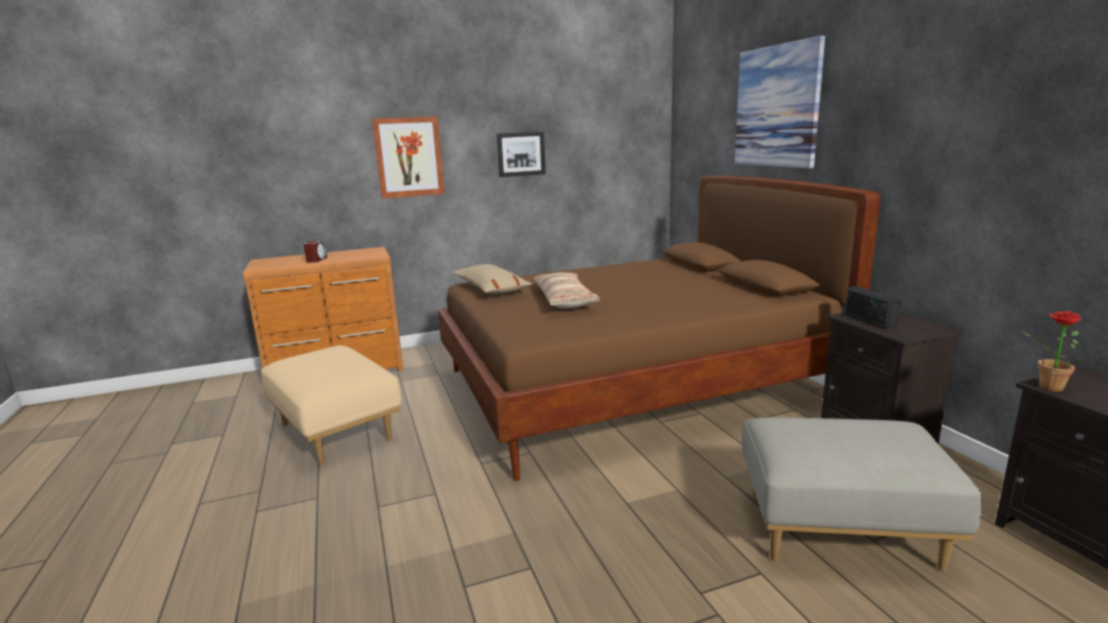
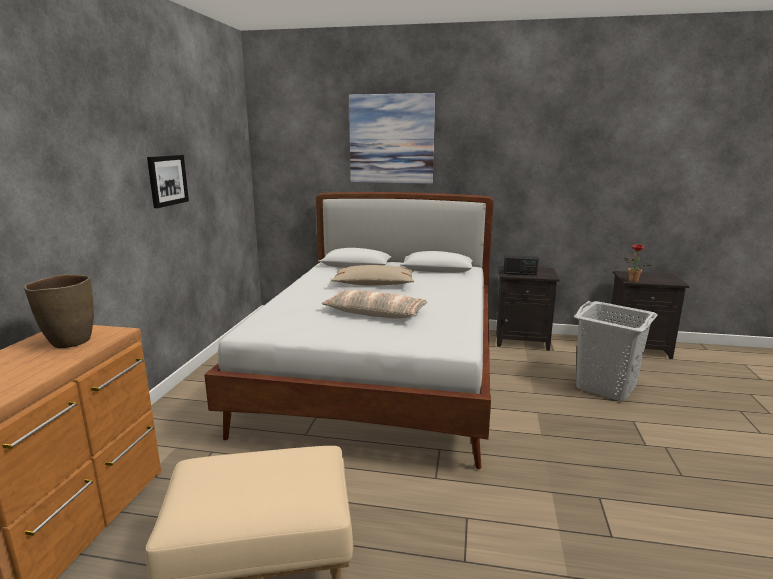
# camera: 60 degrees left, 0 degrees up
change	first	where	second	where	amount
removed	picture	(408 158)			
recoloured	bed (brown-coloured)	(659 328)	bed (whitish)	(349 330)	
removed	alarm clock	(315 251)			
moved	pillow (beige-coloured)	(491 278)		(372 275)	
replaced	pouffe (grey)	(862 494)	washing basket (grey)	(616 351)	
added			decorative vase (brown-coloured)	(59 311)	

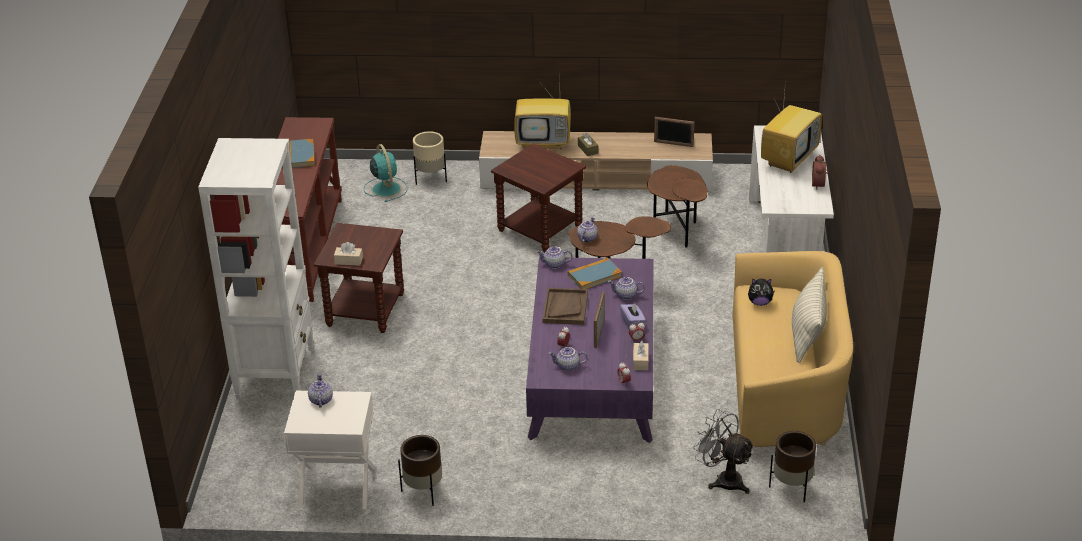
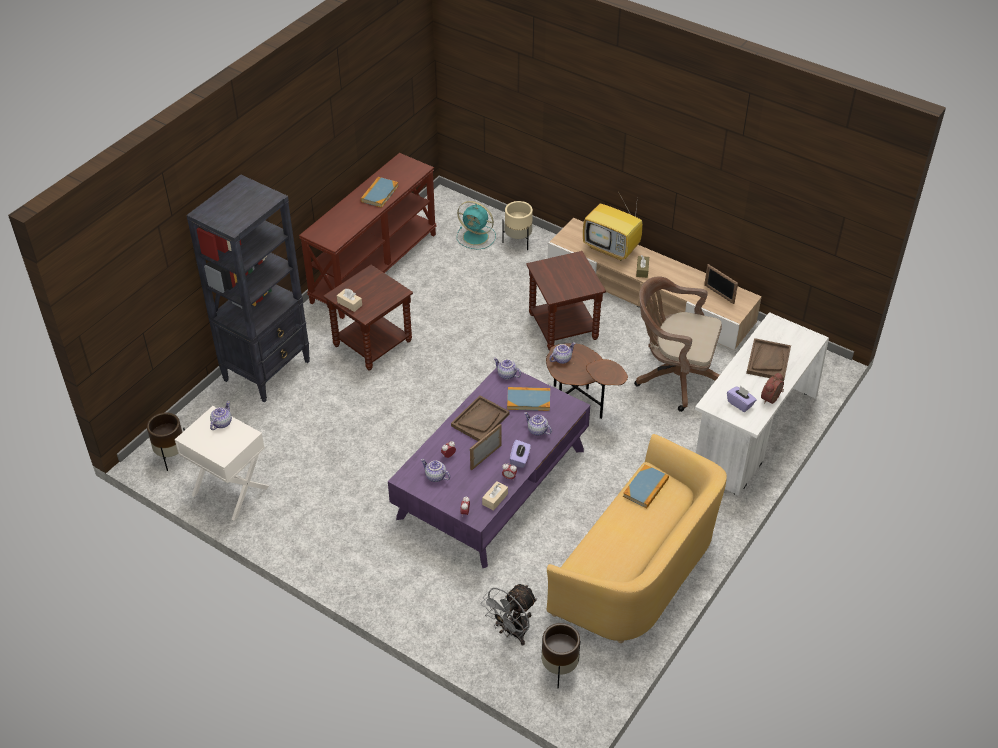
# camera: 30 degrees right, 10 degrees up
change	first	where	second	where	amount
replaced	TV	(791 126)	tray (brown-coloured)	(768 359)	
recoloured	bookshelf (whitish)	(256 268)	bookshelf (black-coloured)	(248 289)	
turned	electric fan (turquoise)	(385 173)		(476 225)	105 degrees clockwise
replaced	side table (brown-coloured)	(677 206)	desk chair (brown-coloured)	(678 344)	
removed	pillow	(809 315)			
replaced	plush toy	(761 292)	bound book	(646 486)	
turned	electric fan (grey)	(724 451)		(509 615)	120 degrees counterclockwise
moved	plant pot (brown-coloured)	(420 470)		(166 441)	
added			tissue box (purple-coloured)	(742 399)	

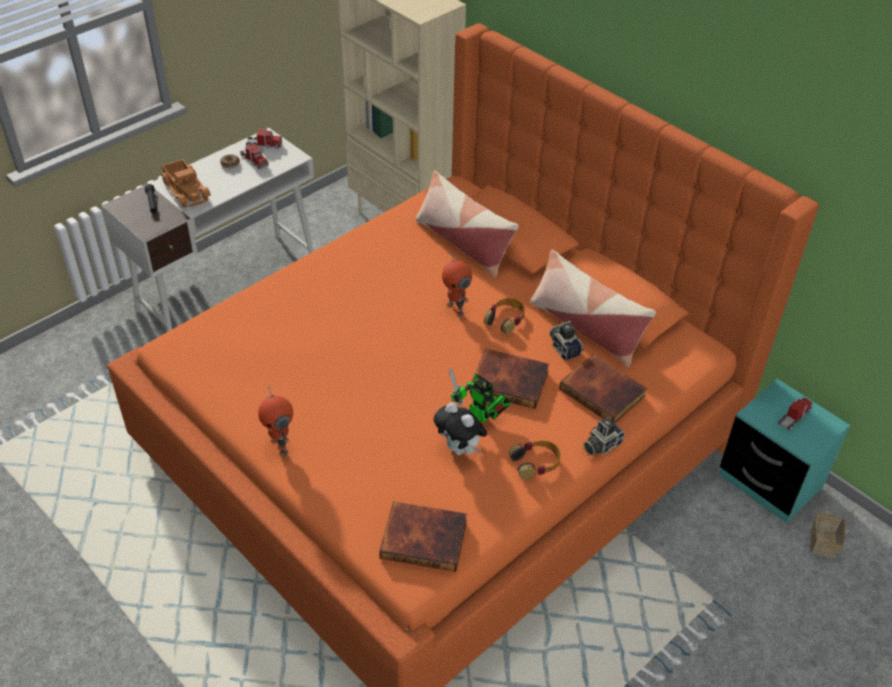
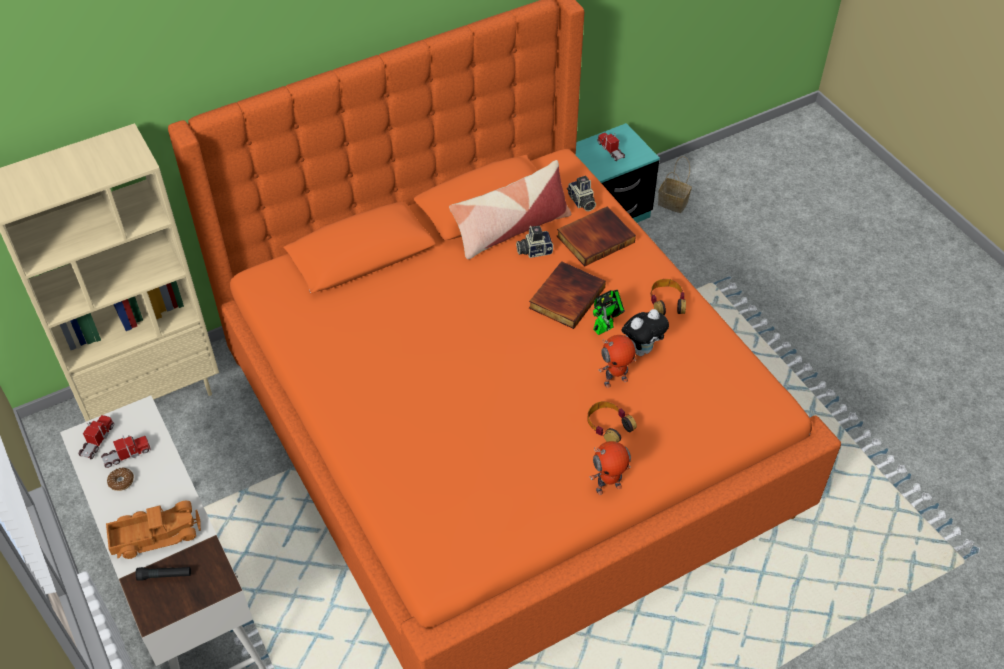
# camera: 75 degrees left, 5 degrees up
change	first	where	second	where	amount
removed	pillow	(467 224)			
moved	robot figure	(457 283)		(617 361)	
moved	pair of headphones	(504 316)		(612 421)	
moved	photo camera	(604 436)		(581 193)	
removed	bound book	(423 536)			

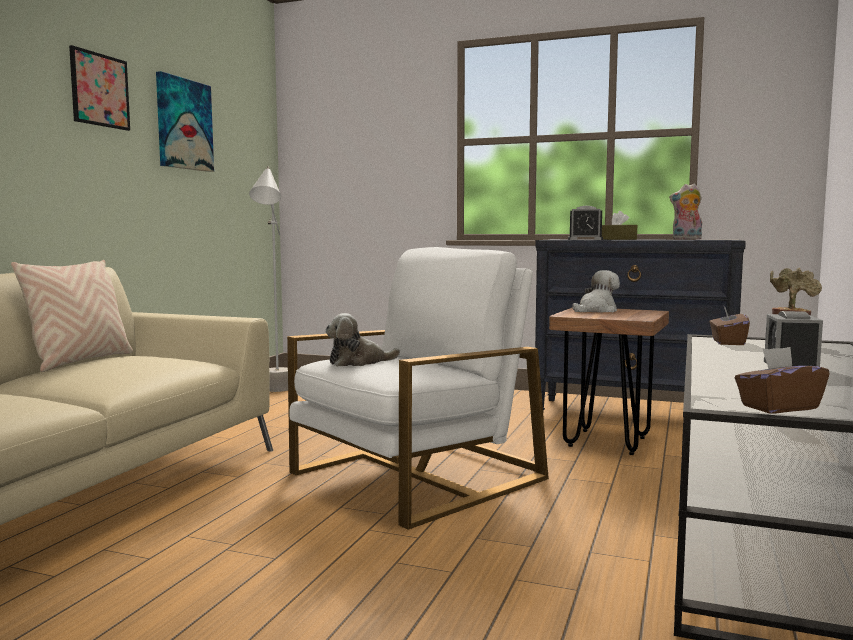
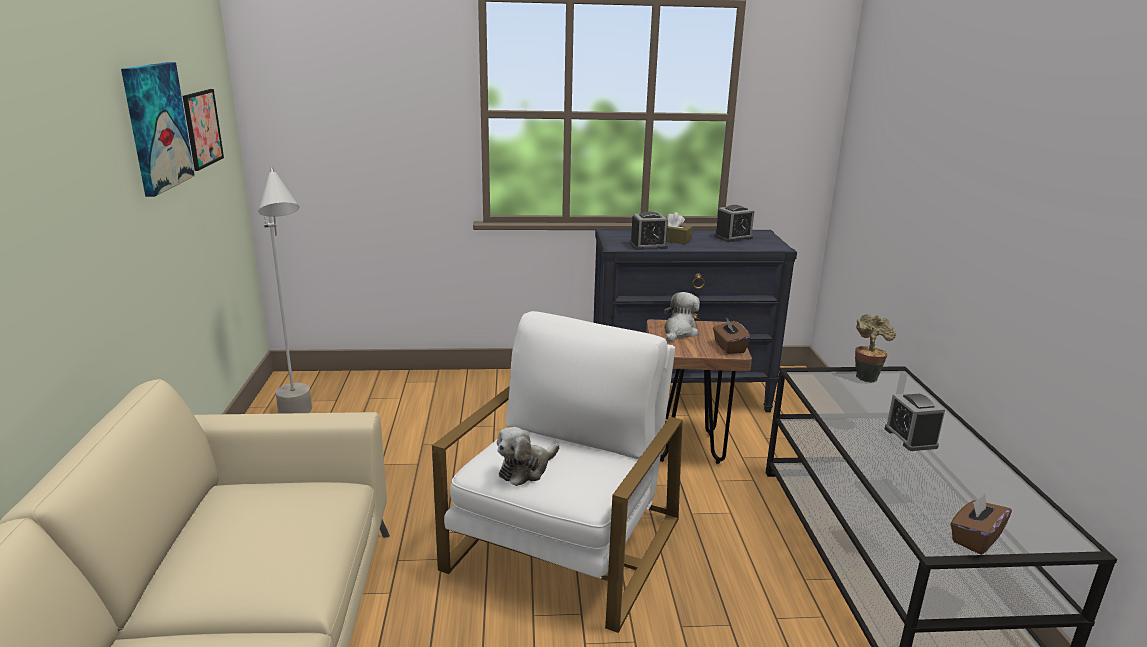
# camera: 25 degrees left, 15 degrees up
change	first	where	second	where	amount
moved	picture	(99 88)		(203 130)	
replaced	plush toy	(685 212)	alarm clock	(734 223)	
removed	pillow (beige-coloured)	(72 316)			
moved	tissue box (brown-coloured)	(730 325)		(731 336)	

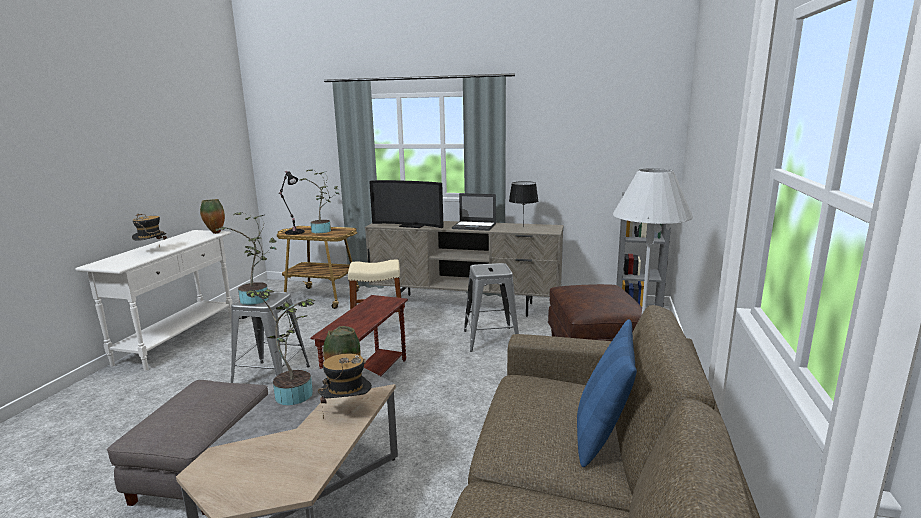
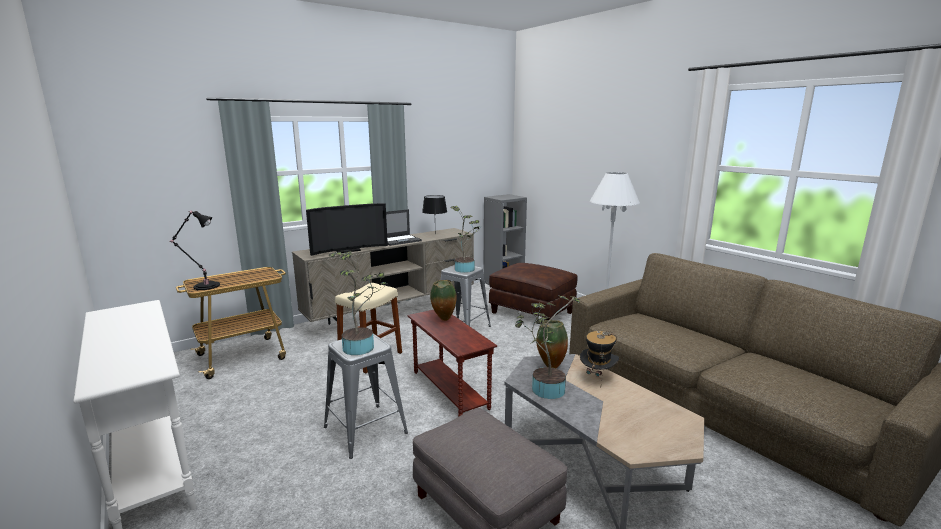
# camera: 50 degrees left, 0 degrees up
change	first	where	second	where	amount
moved	houseplant	(319 201)		(464 239)	
moved	decorative vase	(212 216)		(443 300)	
removed	hat	(149 230)			
removed	pillow (bluish)	(607 393)			

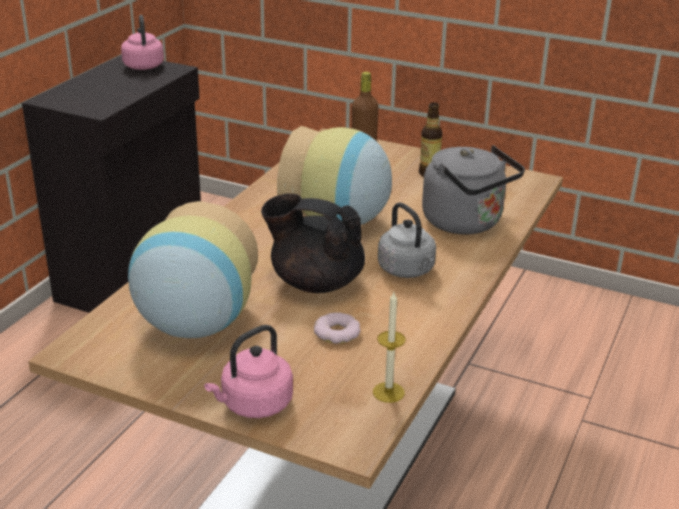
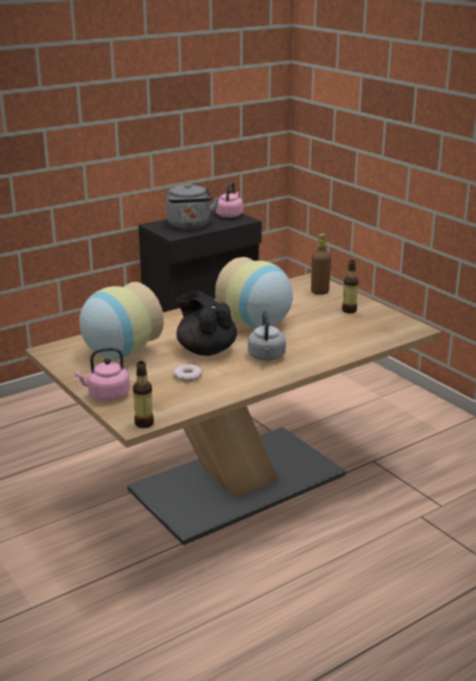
# camera: 30 degrees right, 5 degrees down
change	first	where	second	where	amount
moved	water kettle (grey)	(473 190)		(192 206)	
removed	wax light	(389 347)			
added			bottle	(143 394)	

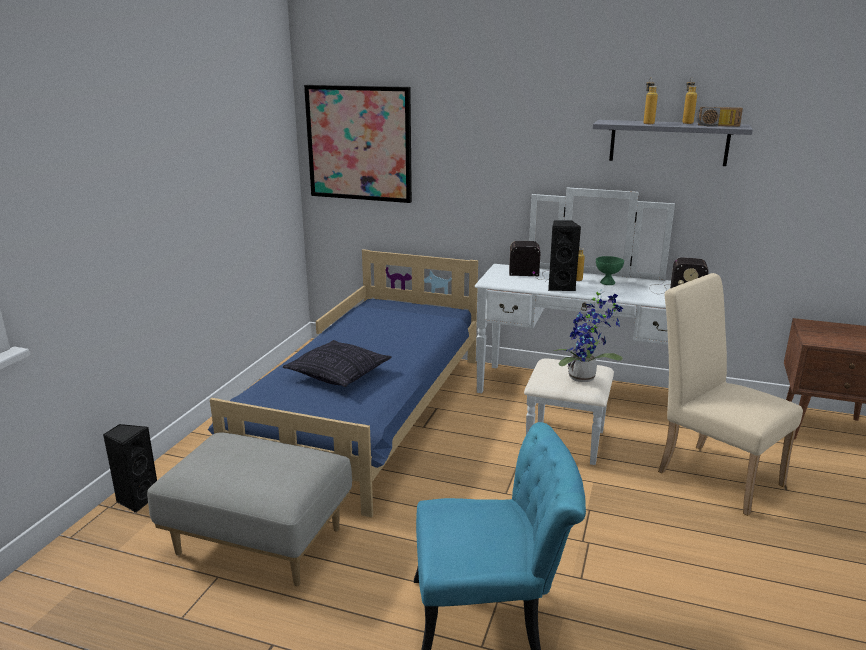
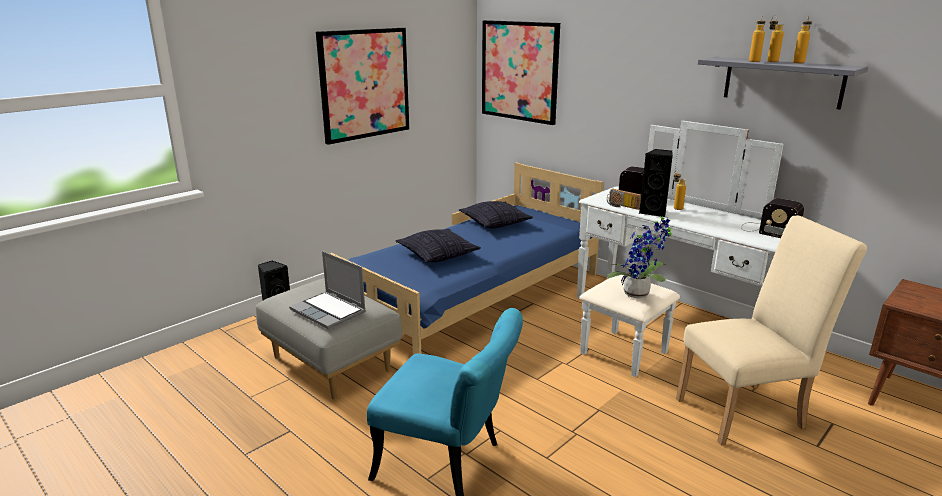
# camera: 25 degrees right, 0 degrees up
change	first	where	second	where	amount
moved	radio set	(719 117)		(624 199)	
removed	bowl (greenish)	(610 270)			
turned	upright chair (beige-coloured)	(730 394)		(771 331)	90 degrees clockwise
added			bottle	(775 39)	
added			picture	(362 86)	
added			pillow	(495 214)	
added			notebook computer	(327 290)	

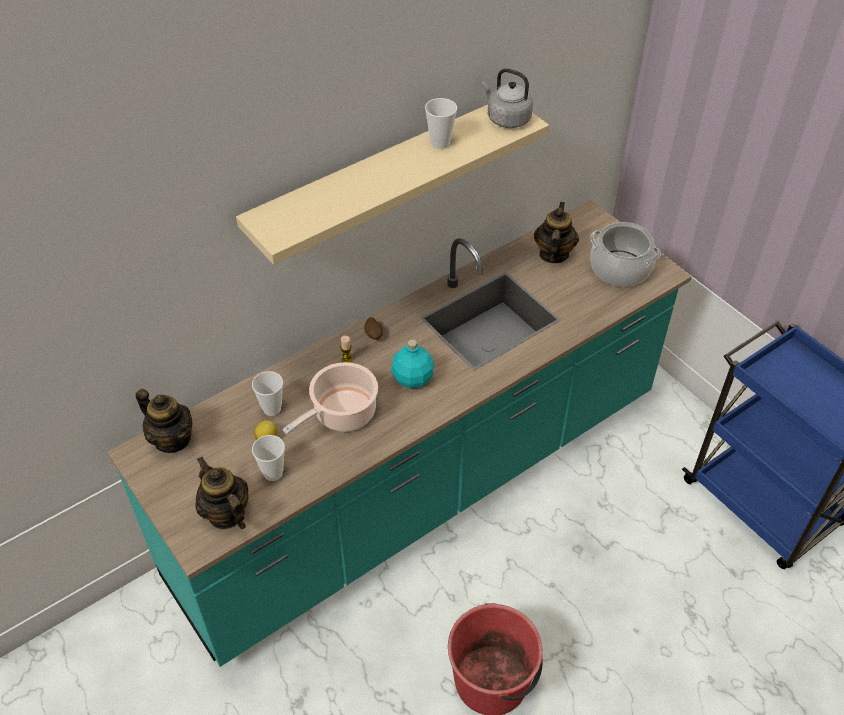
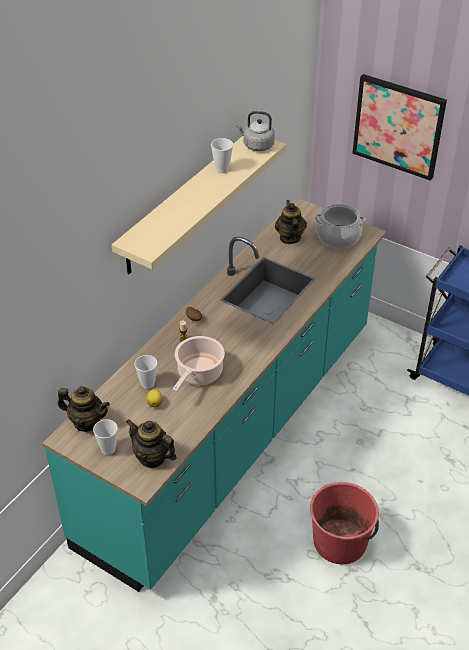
# camera: 20 degrees left, 5 degrees down
change	first	where	second	where	amount
removed	bottle (turquoise)	(412 364)			
moved	cup	(268 458)		(105 437)	
added			picture	(399 127)	

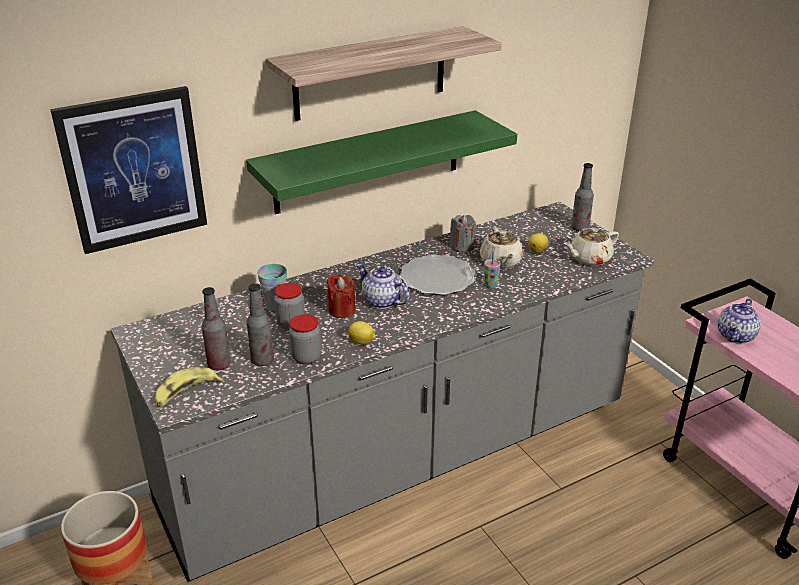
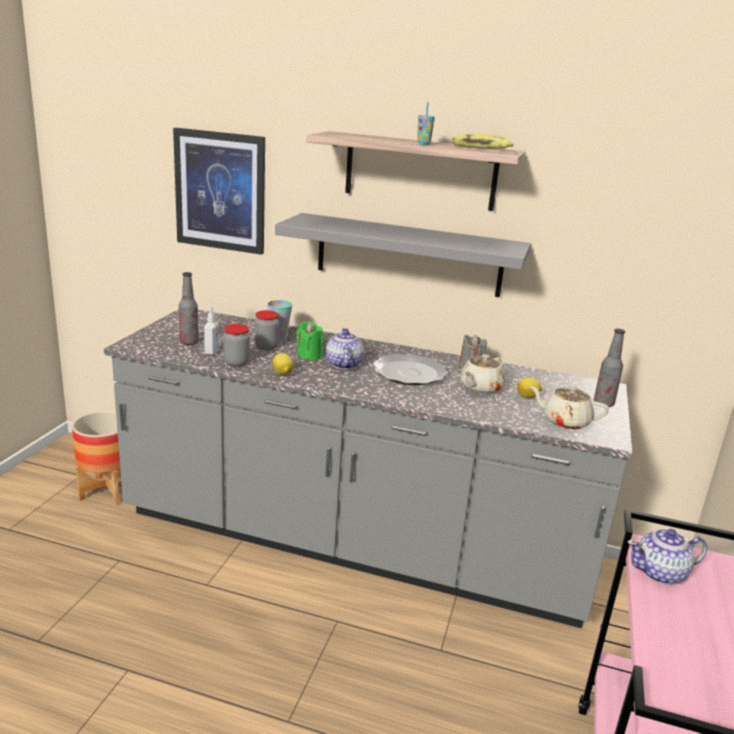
# camera: 45 degrees right, 10 degrees down
change	first	where	second	where	amount
recoloured	shelf (greenish)	(381 162)	shelf (grey)	(403 255)	
moved	cup	(492 270)		(426 123)	
recoloured	wax light (reddish)	(341 296)	wax light (greenish)	(309 341)	
replaced	bottle	(260 324)	liquid soap bottle	(211 330)	
moved	banana	(189 387)		(482 141)	

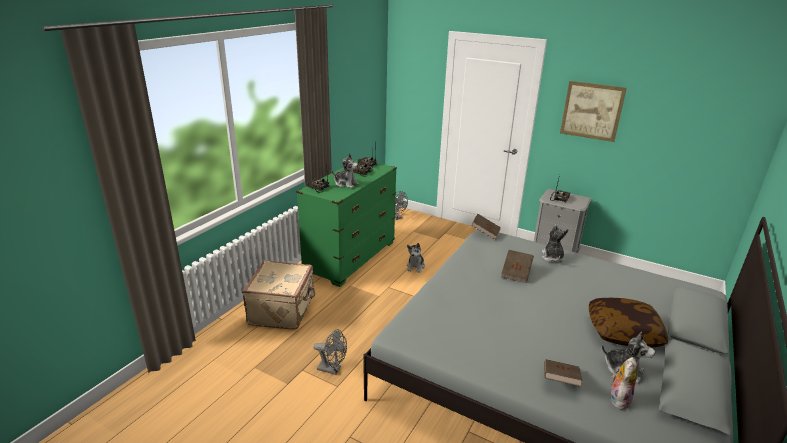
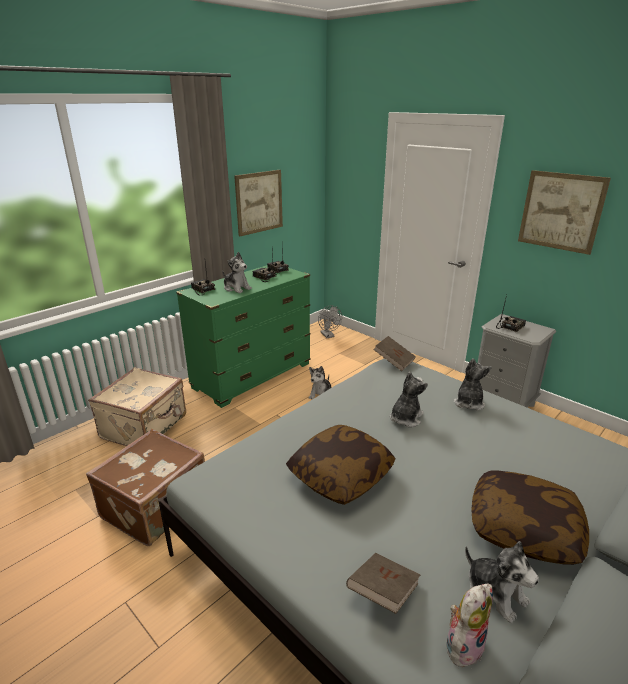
# camera: 15 degrees right, 0 degrees up
change	first	where	second	where	amount
replaced	bound book (brown-coloured)	(517 266)	plush toy	(409 399)	
replaced	electric fan (grey)	(330 352)	piece of luggage (brown-coloured)	(145 487)	
added			picture	(258 203)	
added			pillow	(341 465)	

